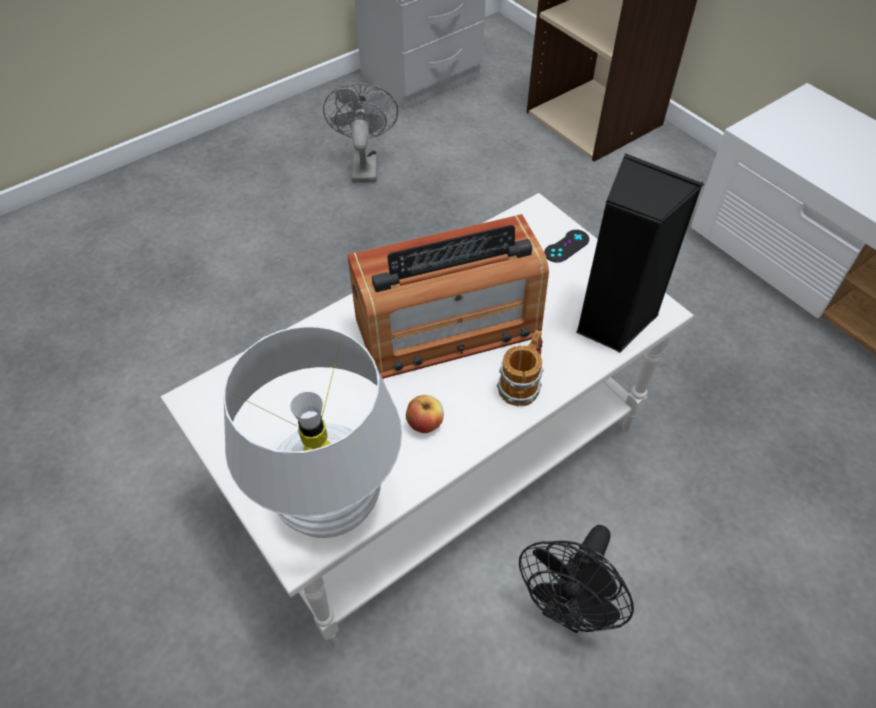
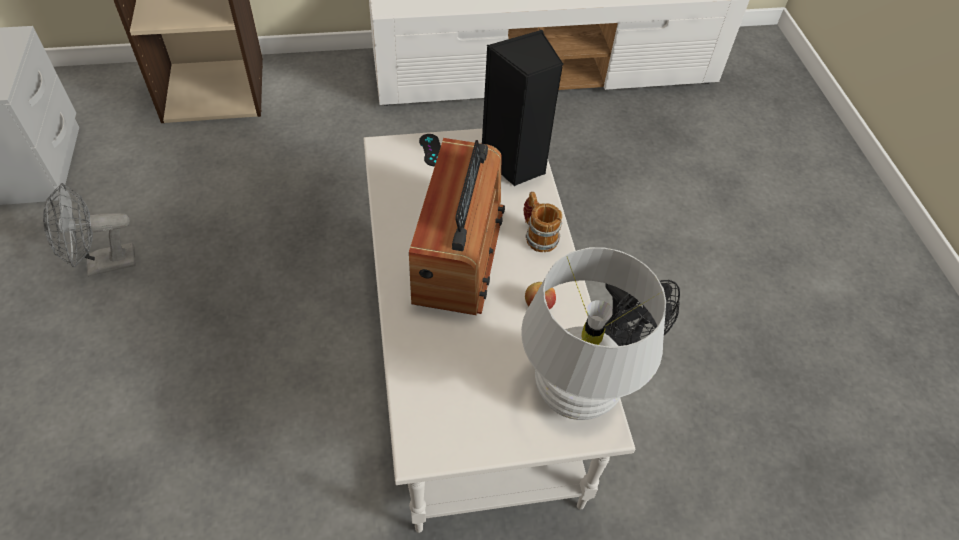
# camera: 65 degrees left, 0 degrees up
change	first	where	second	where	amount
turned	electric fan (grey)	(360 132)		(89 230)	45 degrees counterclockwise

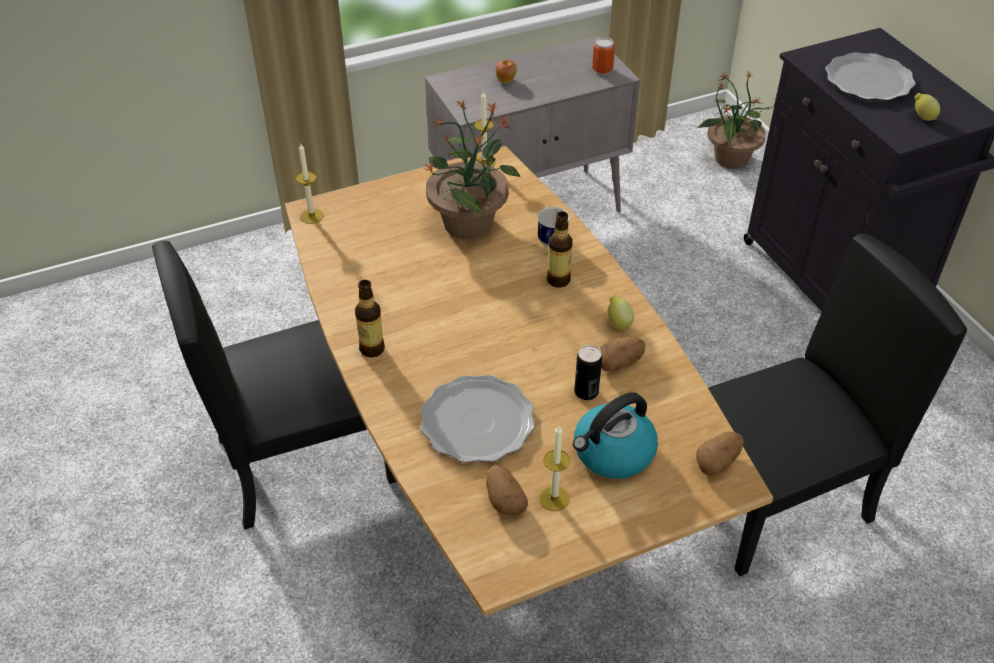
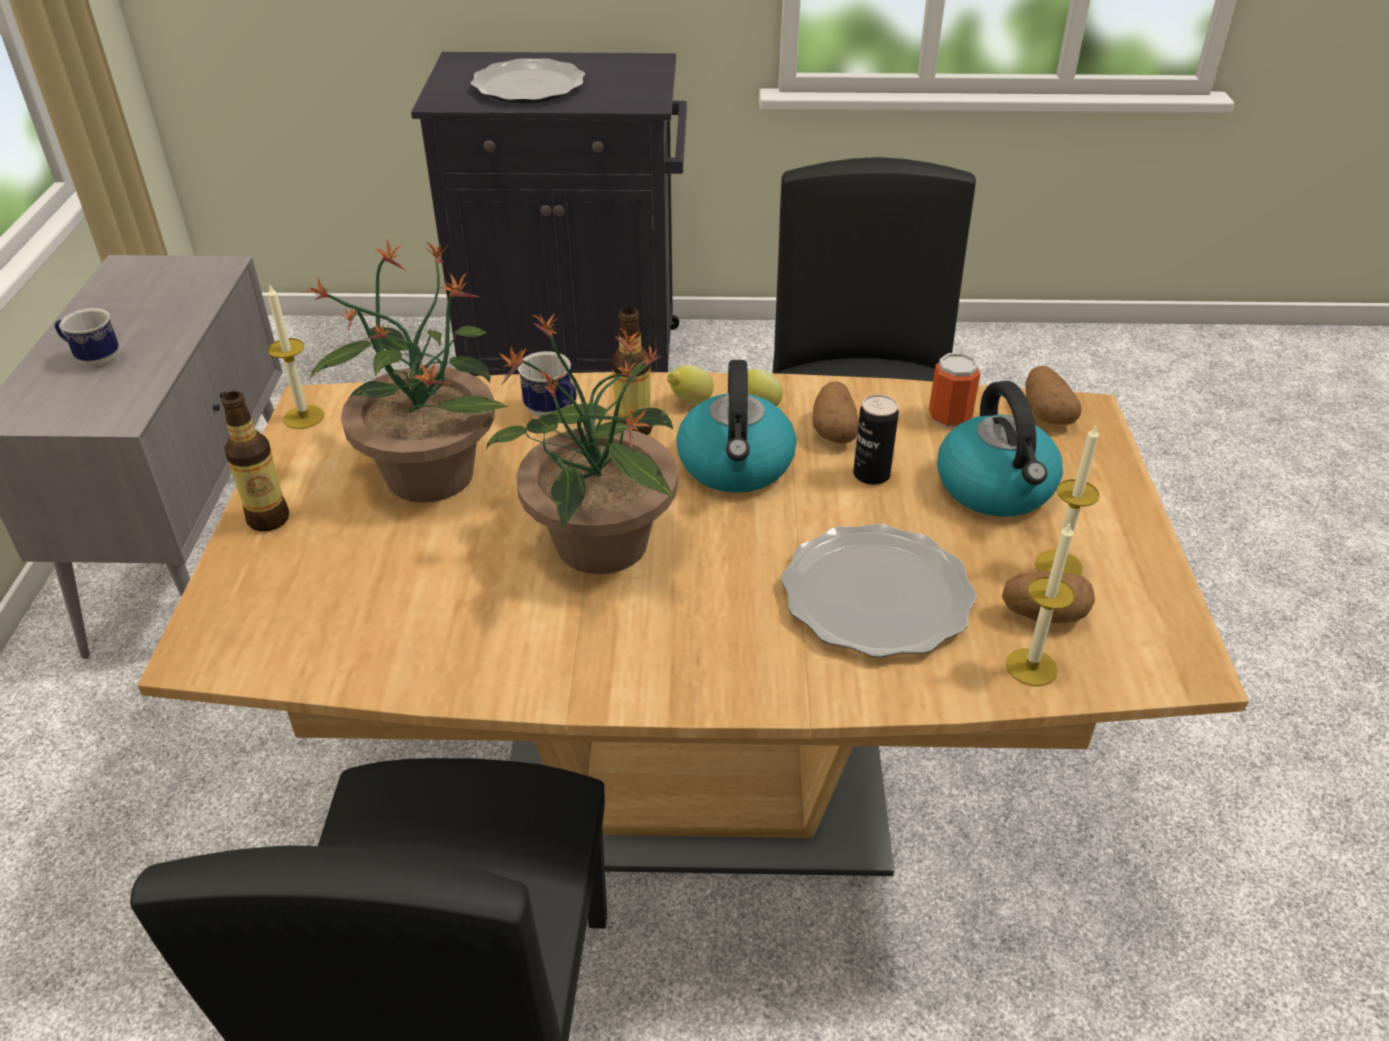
# camera: 65 degrees left, 5 degrees down
change	first	where	second	where	amount
moved	can	(603 56)		(954 390)	
replaced	whole apple	(506 71)	tea mug	(86 338)	
moved	houseplant	(736 120)		(582 443)	
moved	lemon	(927 107)		(690 384)	
moved	wax light	(310 184)		(1040 603)	
moved	bottle	(370 318)		(255 461)	
added			water kettle	(736 426)	

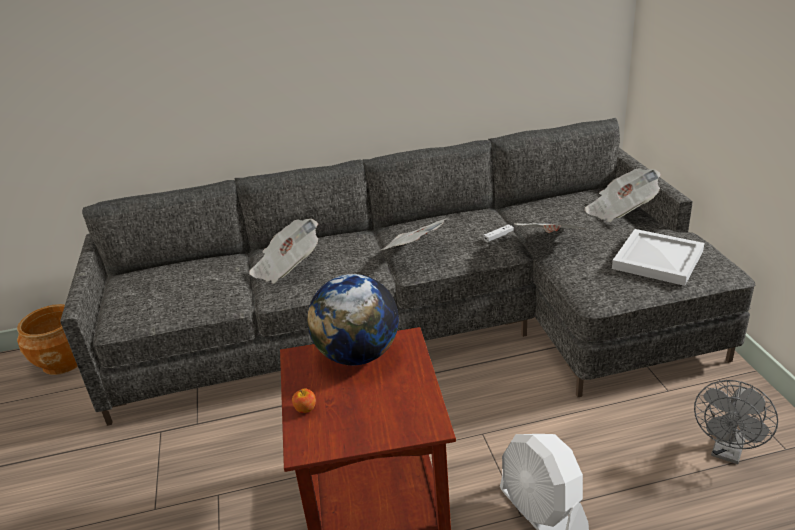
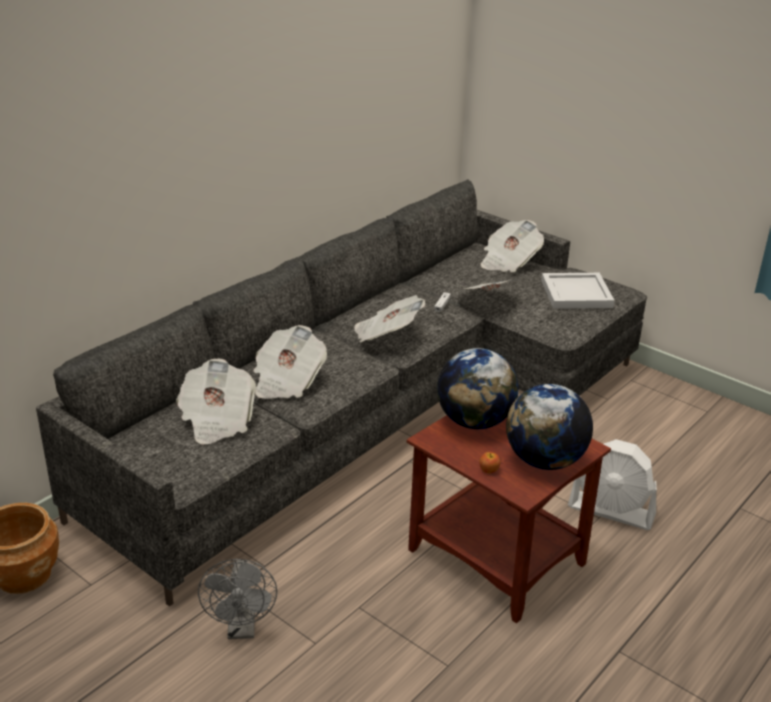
# camera: 40 degrees left, 0 degrees up
change	first	where	second	where	amount
moved	electric fan (grey)	(736 422)		(237 599)	
added			daily paper	(216 402)	
added			globe	(549 427)	

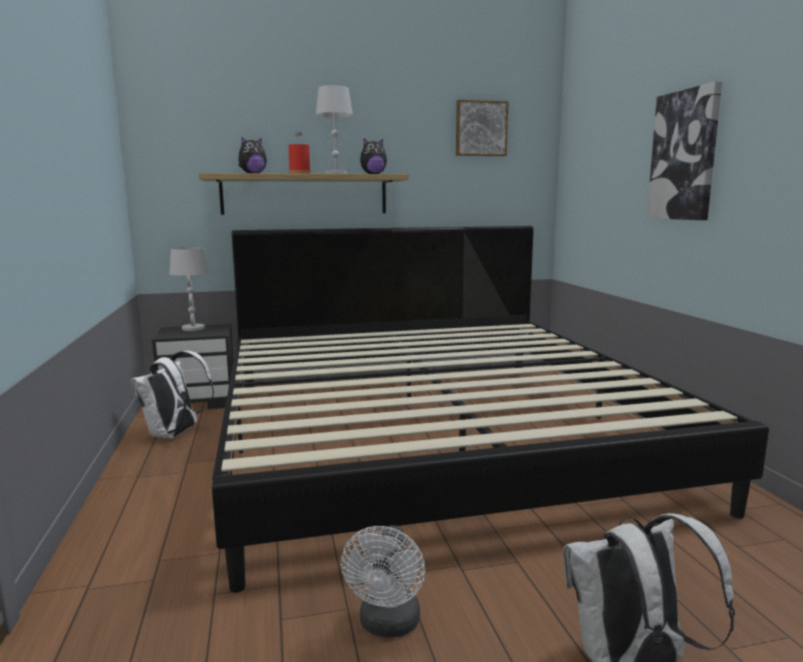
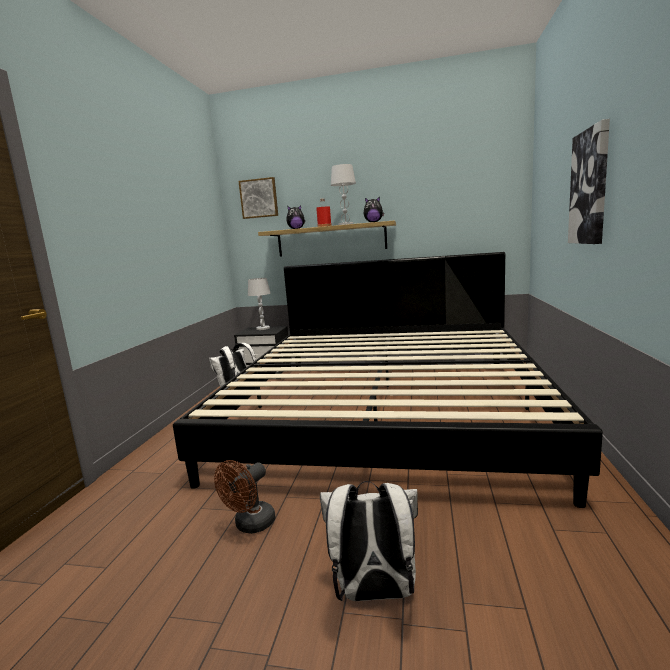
# camera: 25 degrees right, 0 degrees up
change	first	where	second	where	amount
moved	picture	(482 128)		(258 198)	
recoloured	electric fan (whitish)	(383 581)	electric fan (brown-coloured)	(245 497)	

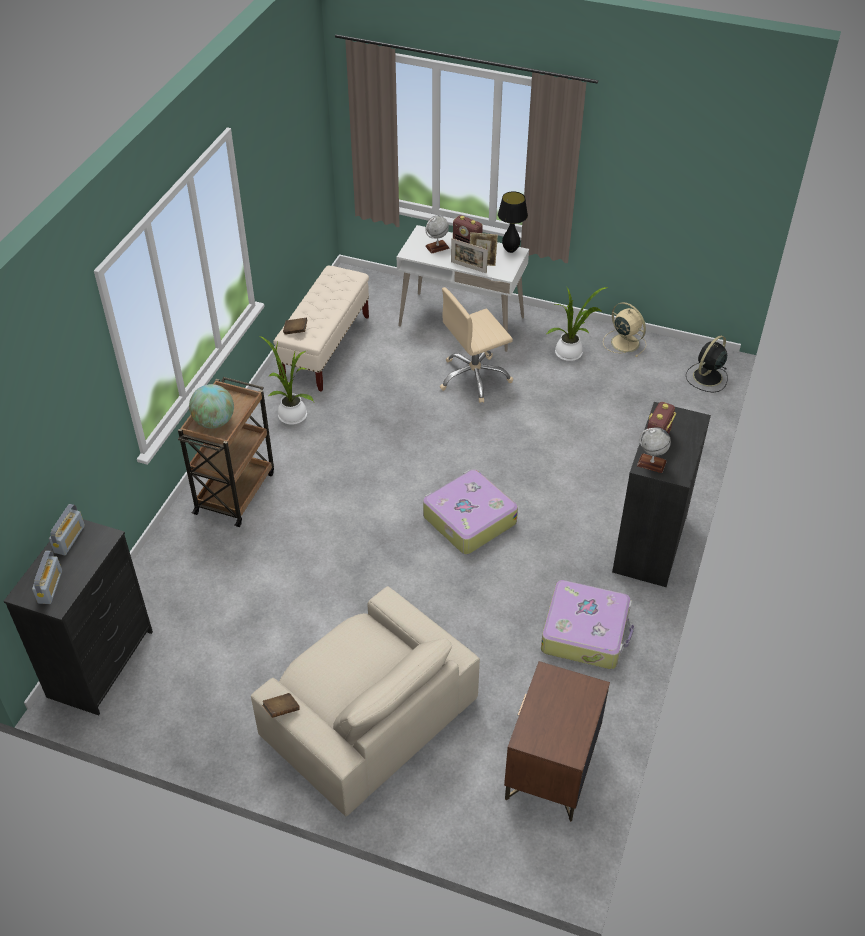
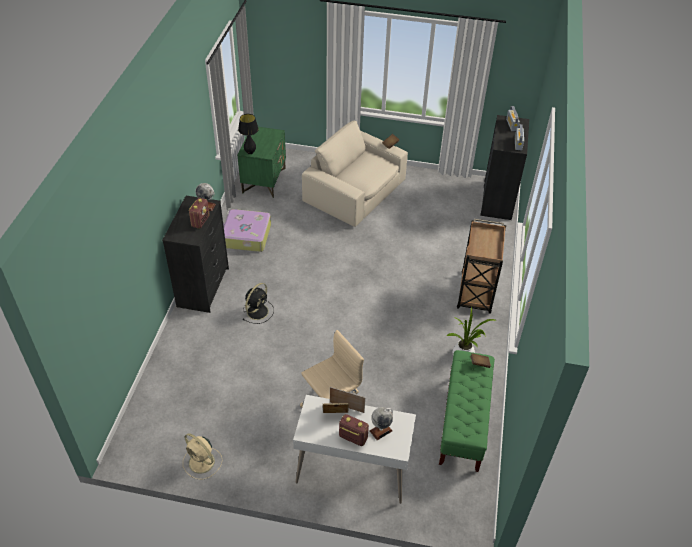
# camera: 170 degrees right, 0 degrees up
change	first	where	second	where	amount
moved	tabletop lamp (black-coloured)	(513 222)		(248 134)	
recoloured	indoor bench (beige-coloured)	(321 329)	indoor bench (greenish)	(467 411)	
removed	houseplant	(577 324)			
moved	electric fan (black-coloured)	(707 363)		(258 303)	
removed	globe	(211 406)			
removed	piece of luggage	(470 511)			
recoloured	bedside table (brown-coloured)	(557 741)	bedside table (greenish)	(261 162)	

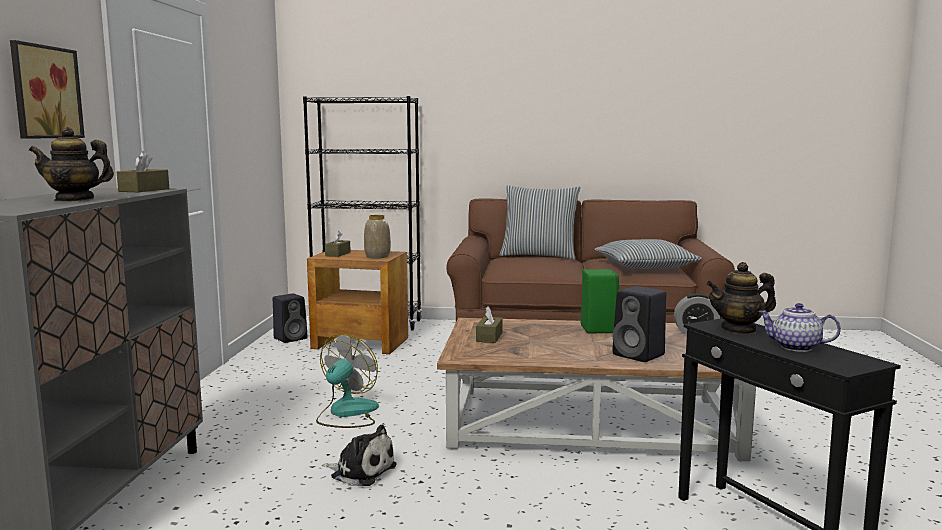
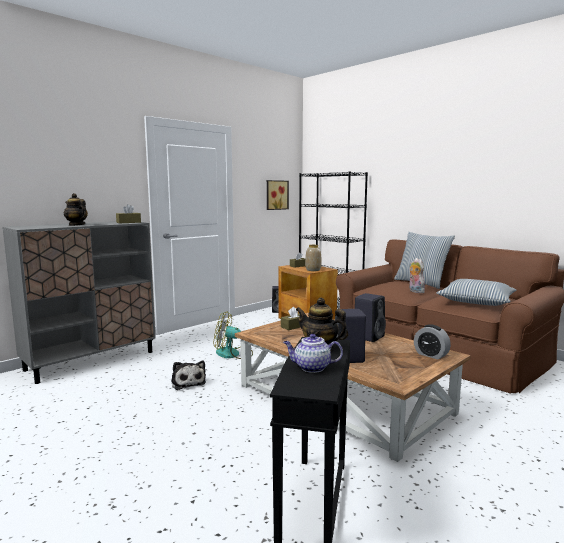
# camera: 40 degrees right, 0 degrees up
change	first	where	second	where	amount
moved	picture	(47 89)		(278 195)	
recoloured	audio speaker (greenish)	(600 301)	audio speaker (black-coloured)	(370 317)	
turned	pot for tea	(799 327)		(313 353)	60 degrees counterclockwise
turned	electric fan	(347 381)		(233 335)	150 degrees counterclockwise
added			plush toy	(417 275)	

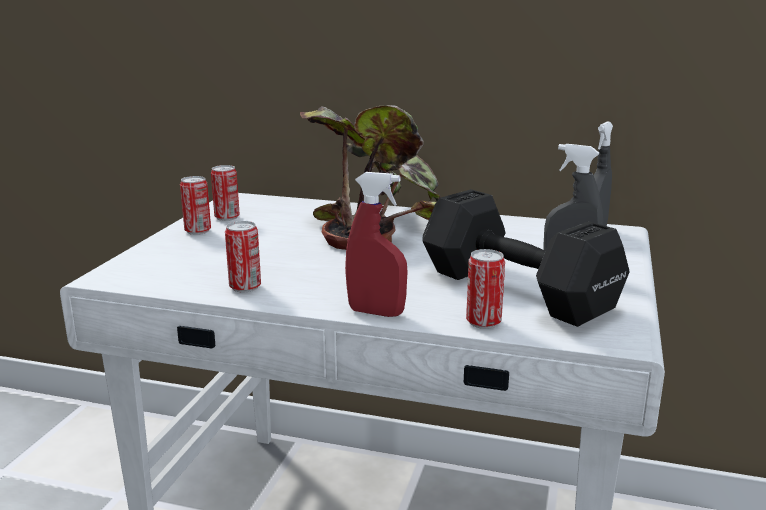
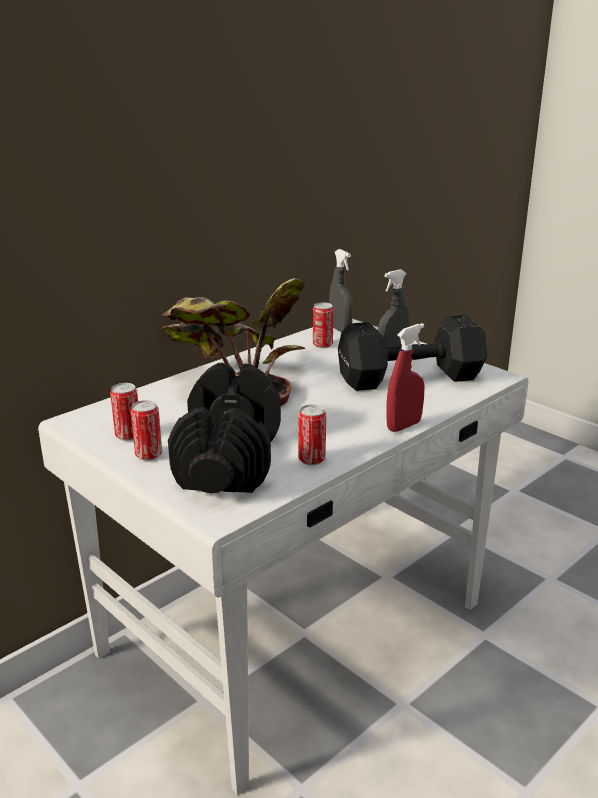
# camera: 60 degrees left, 5 degrees up
change	first	where	second	where	amount
moved	can	(485 289)		(323 325)	
added			dumbbell (black-coloured)	(224 428)	

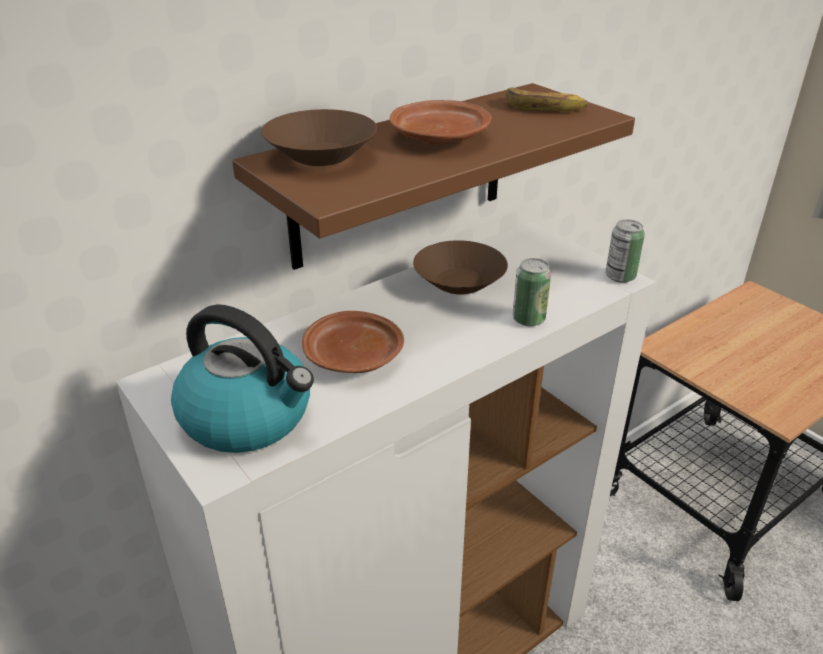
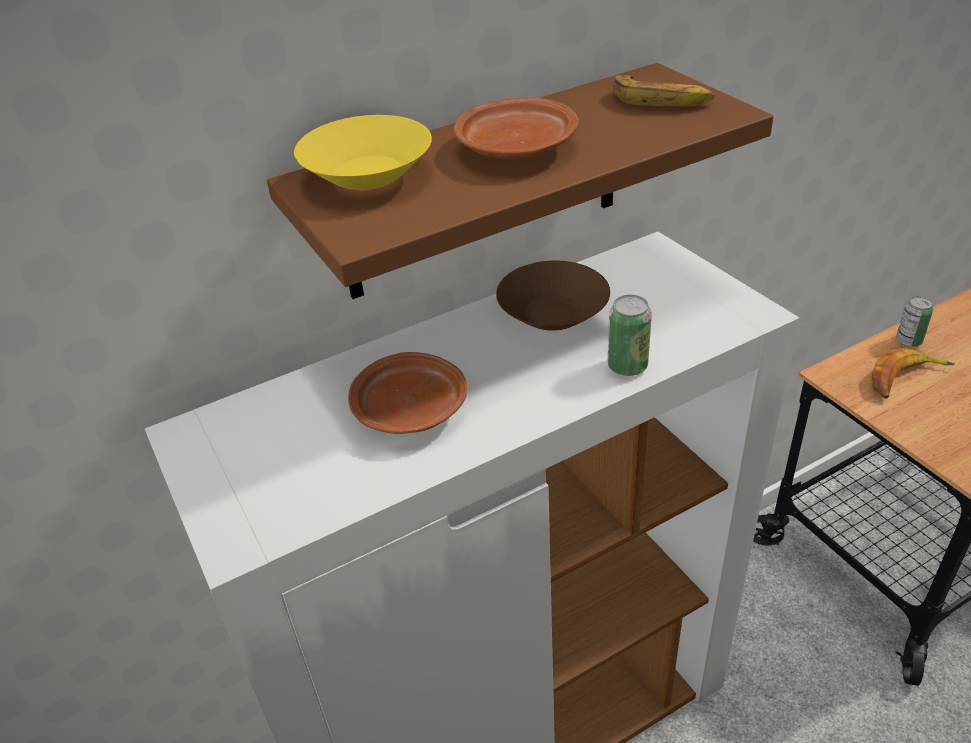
# camera: 10 degrees right, 5 degrees up
change	first	where	second	where	amount
recoloured	bowl (brown-coloured)	(319 137)	bowl (yellow)	(363 152)	
moved	can	(625 251)		(914 321)	
removed	water kettle	(242 378)			
added			banana	(913 373)	

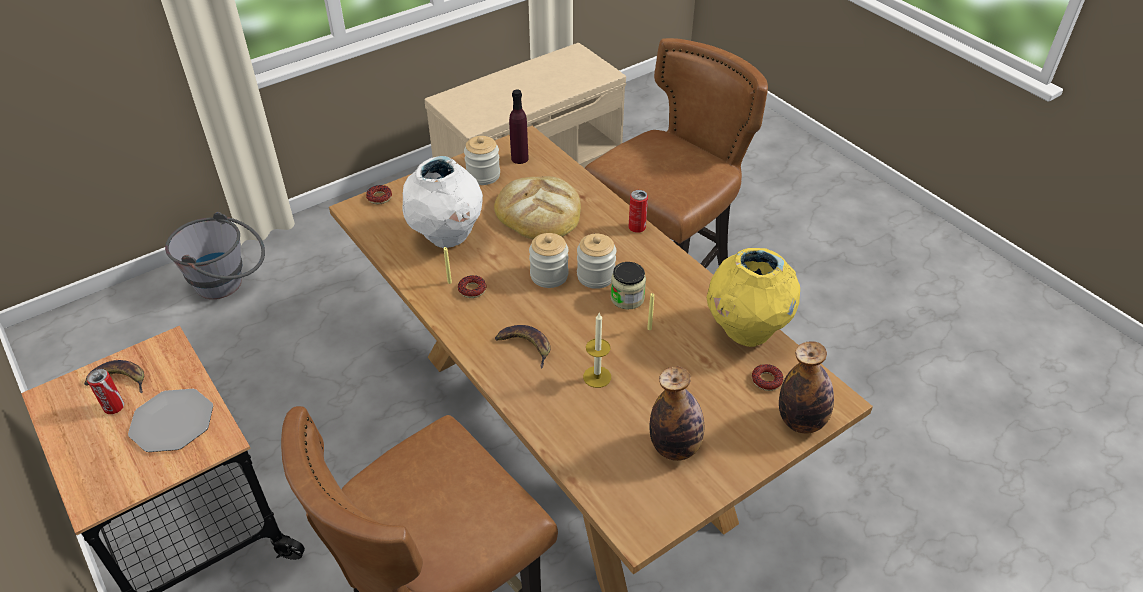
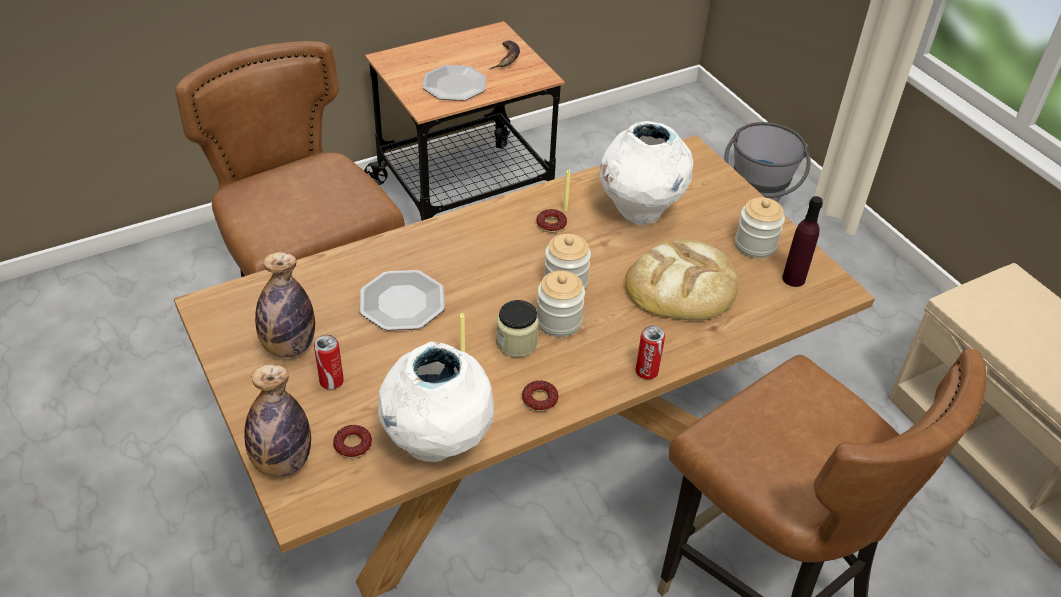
# camera: 95 degrees right, 0 degrees up
change	first	where	second	where	amount
moved	doughnut	(379 194)		(540 396)	
recoloured	decorative vase (yellow)	(753 297)	decorative vase (whitish)	(436 402)	
replaced	wax light	(597 350)	dinner plate	(402 300)	
removed	banana	(523 346)			
moved	can	(105 391)		(329 362)	

